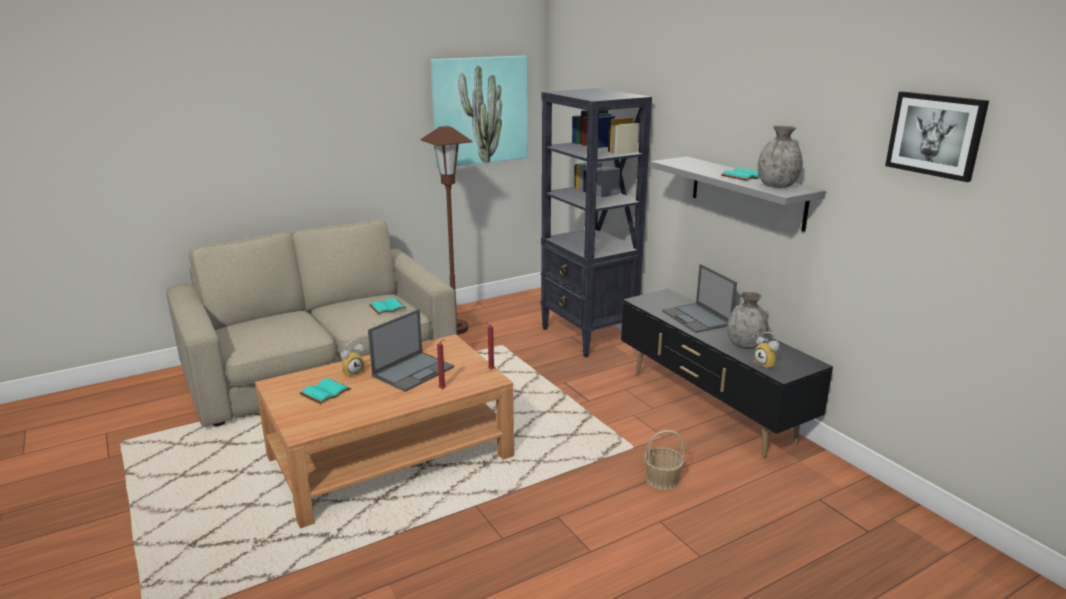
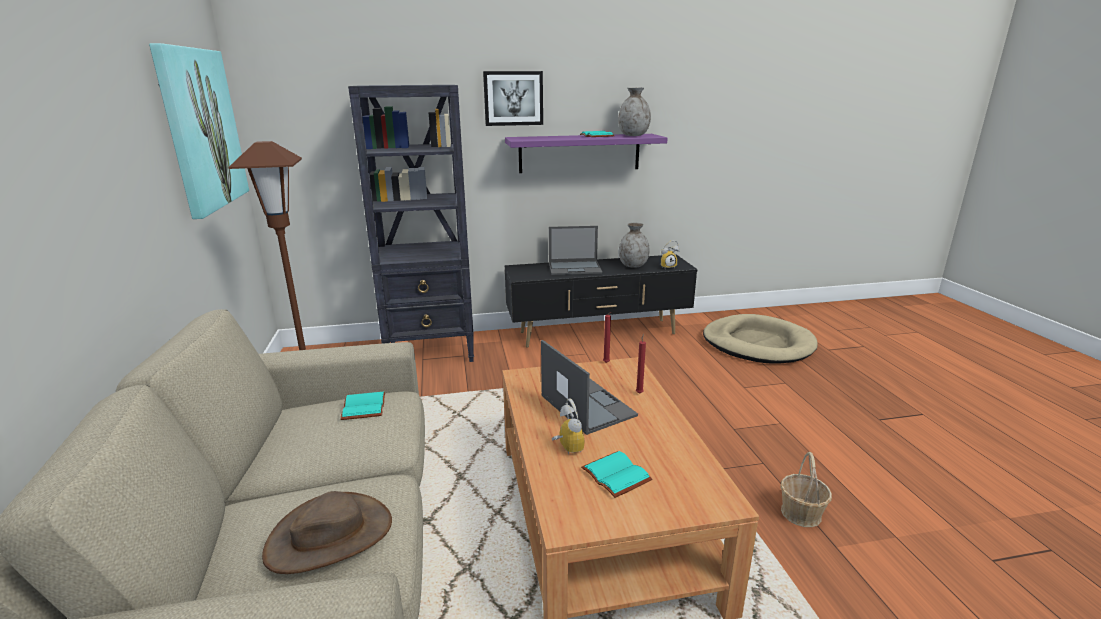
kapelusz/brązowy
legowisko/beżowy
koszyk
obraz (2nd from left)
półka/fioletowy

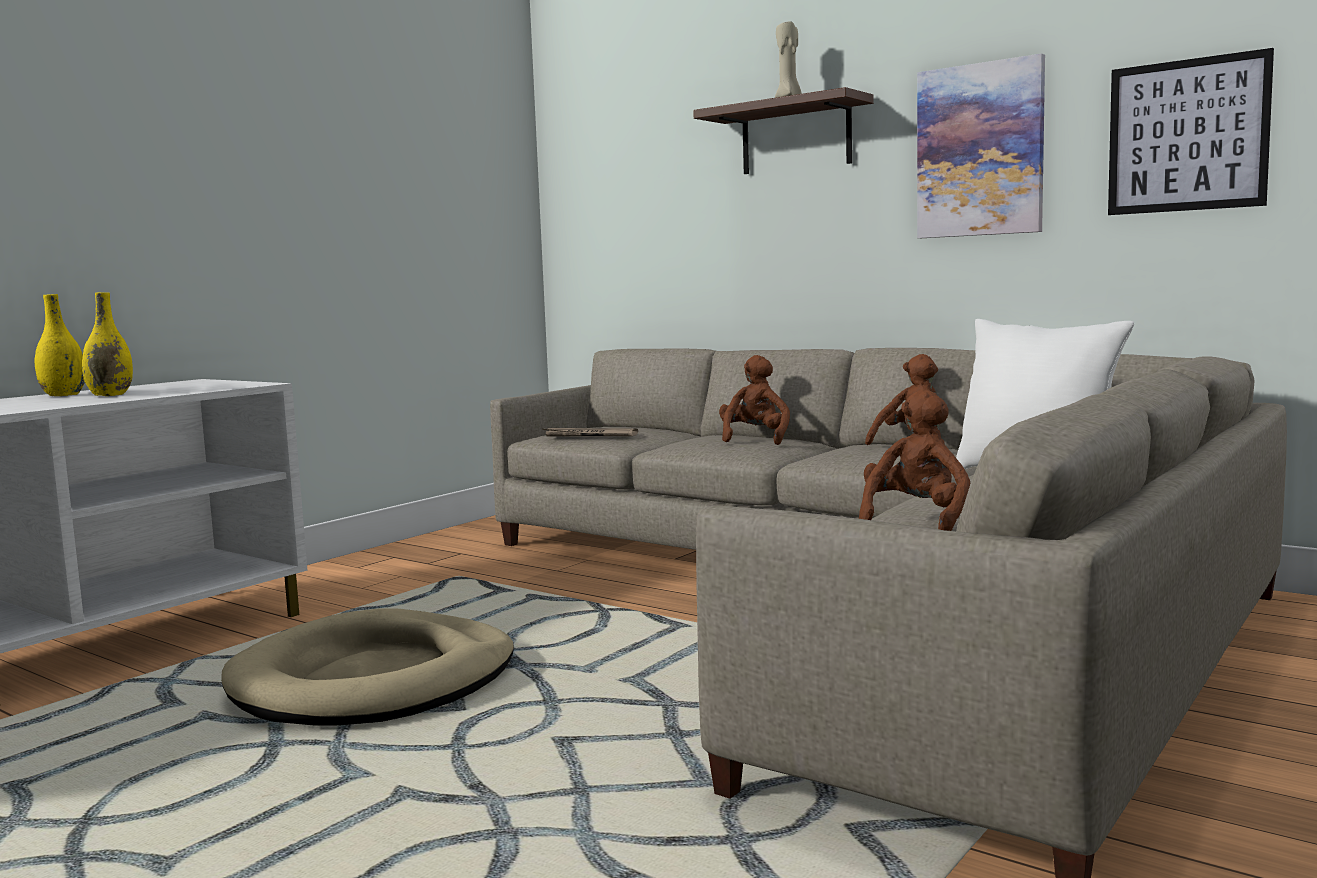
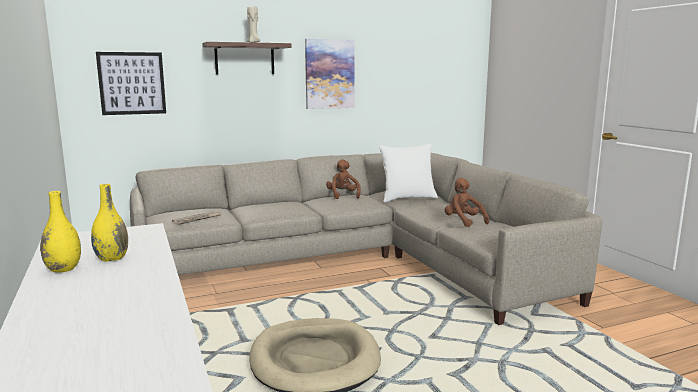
pluszak/brązowy (1st from left in the first image)
obraz (1st from left)

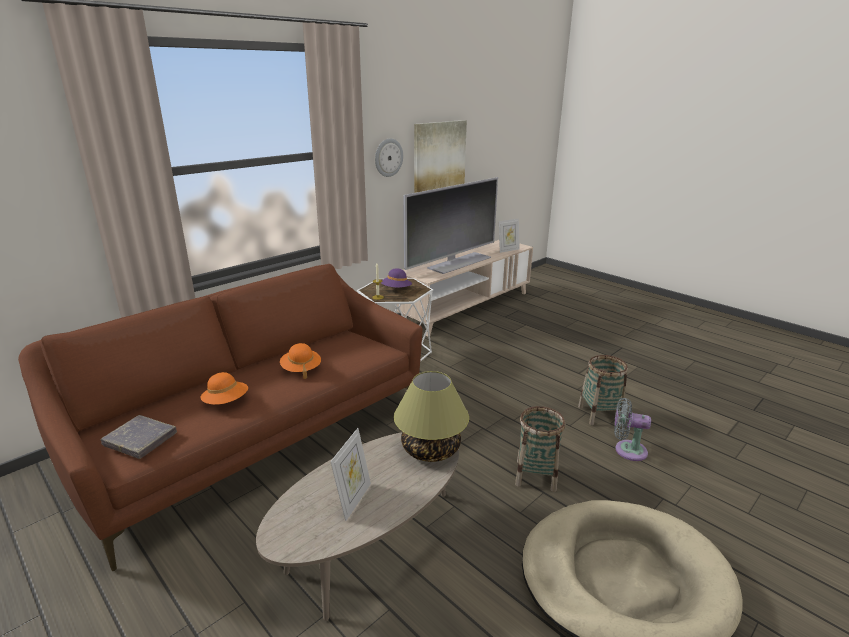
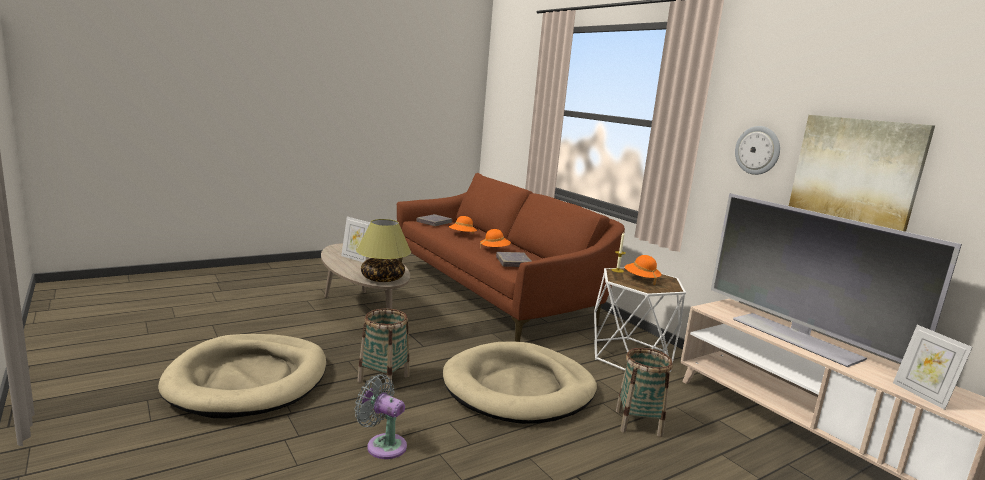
legowisko/beżowy (2nd from left)
książka/szary (2nd from left)
koszyk (2nd from left)
kapelusz/pomarańczowy (3rd from left)
wentylator/szary

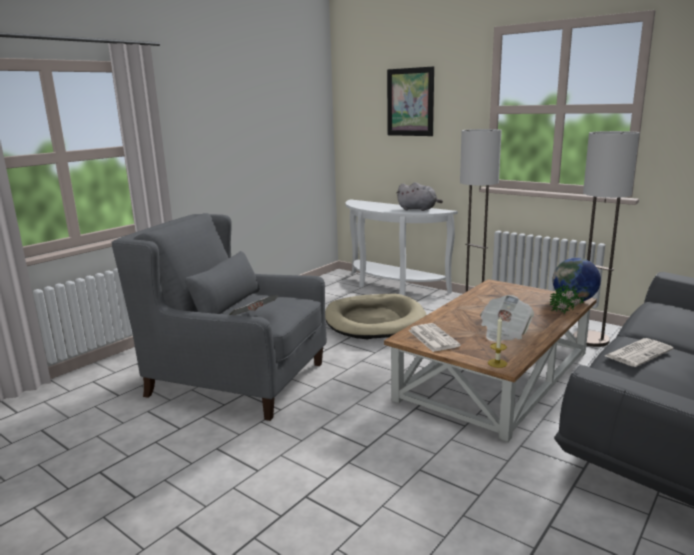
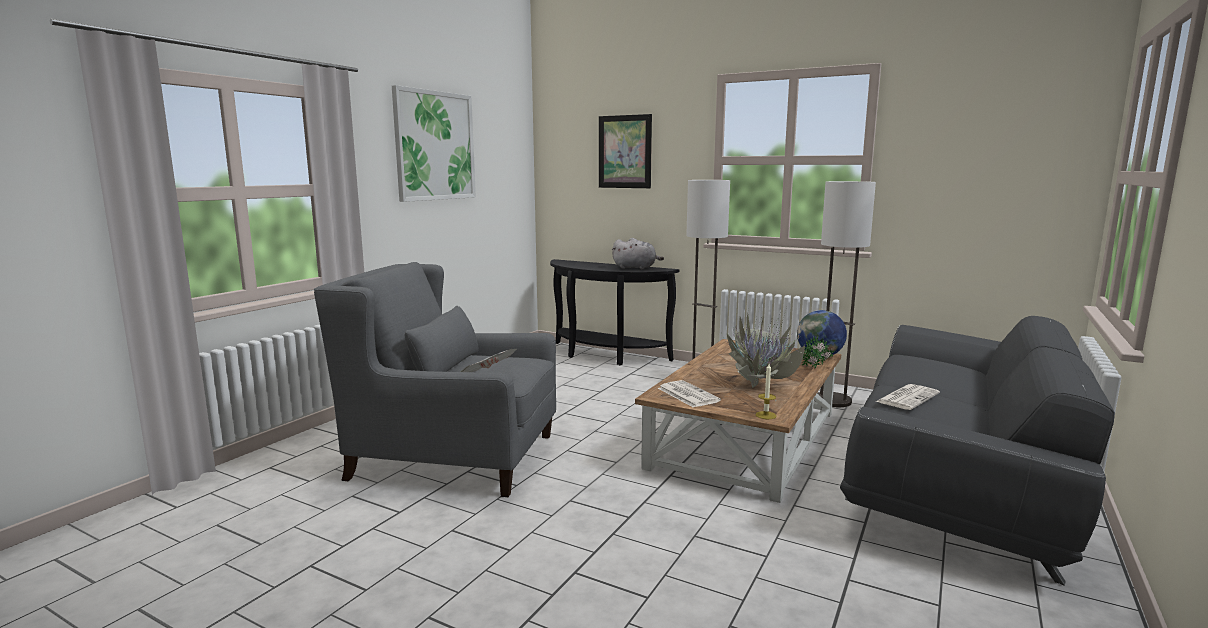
legowisko/beżowy
obraz (1st from left)
roślina doniczkowa (1st from left)
stolik konsolowy/czarny

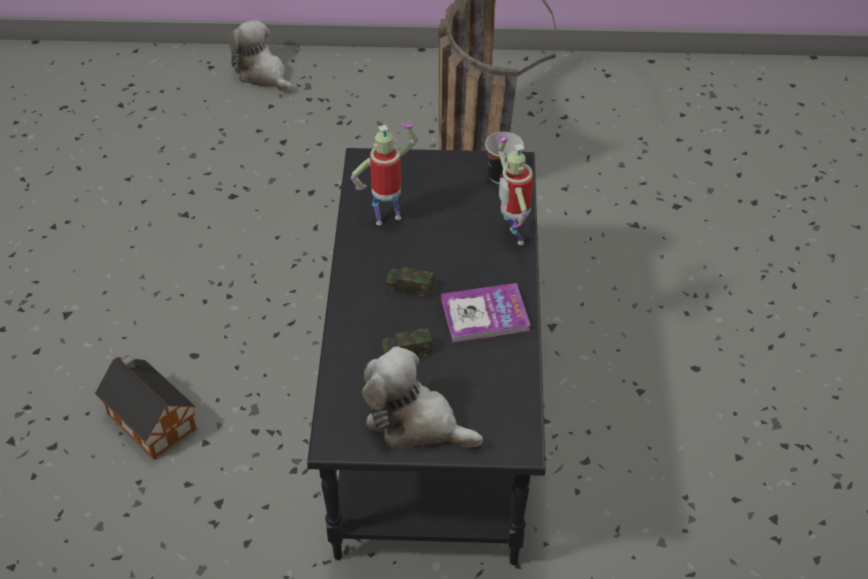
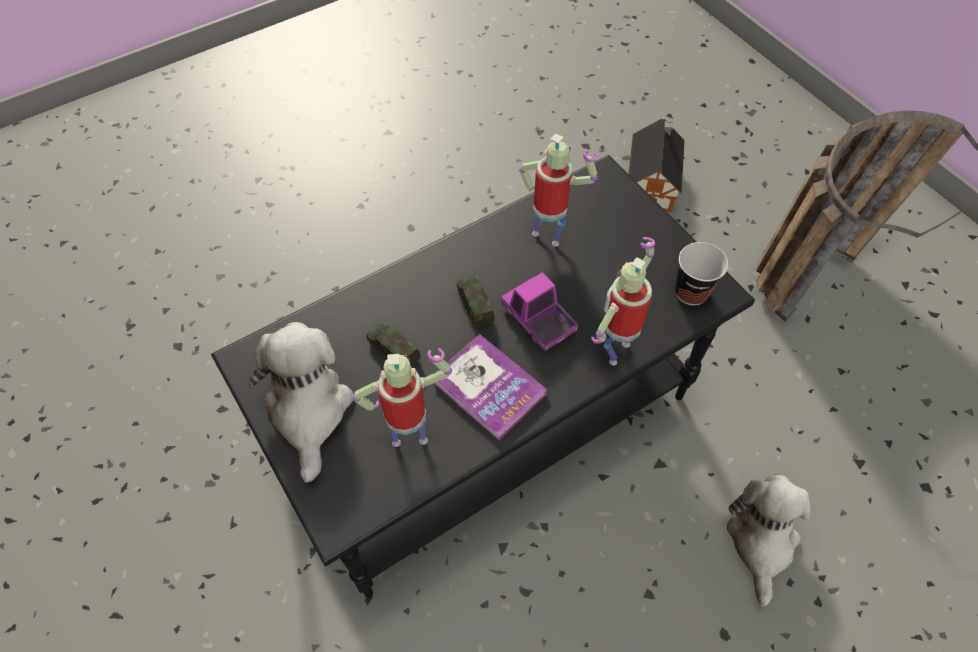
robot zabawkowy (1st from left)
ciężarówka zabawkowa
domek
pluszak (2nd from left)

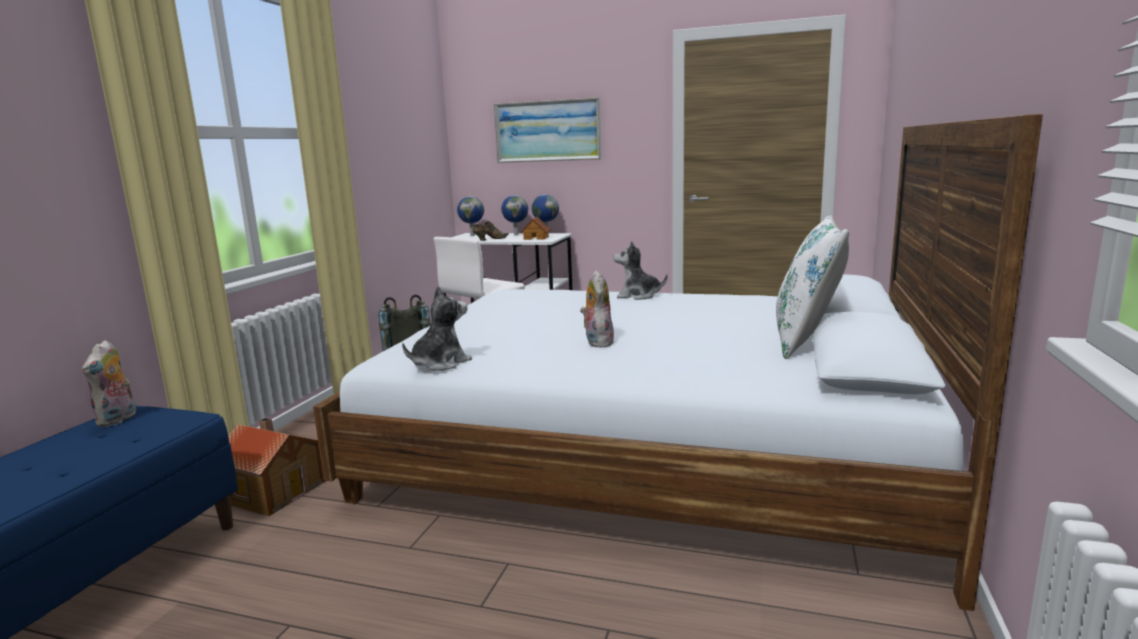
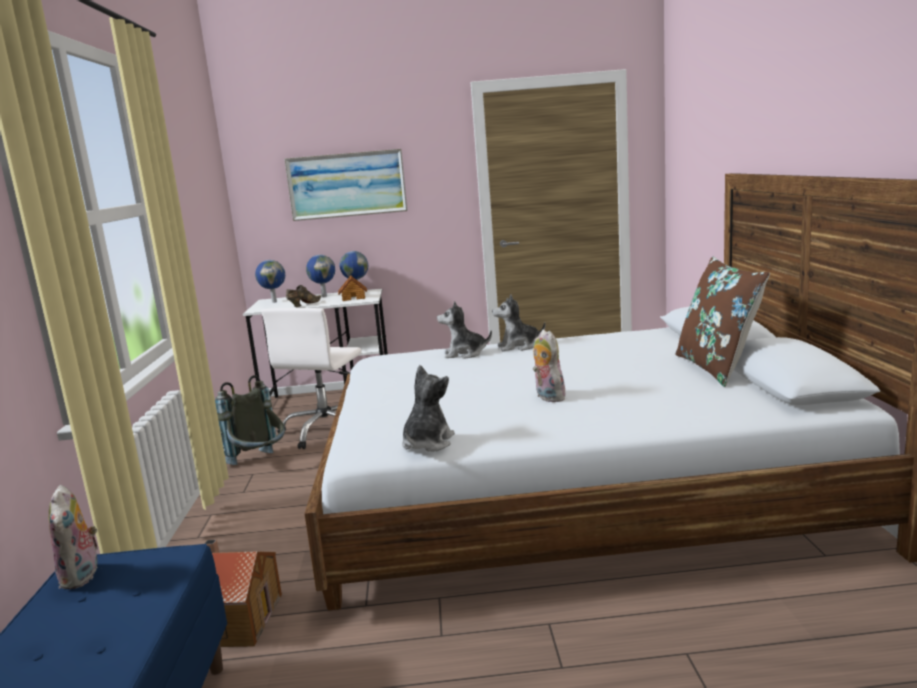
pluszak (3rd from left)
poduszka/brązowy

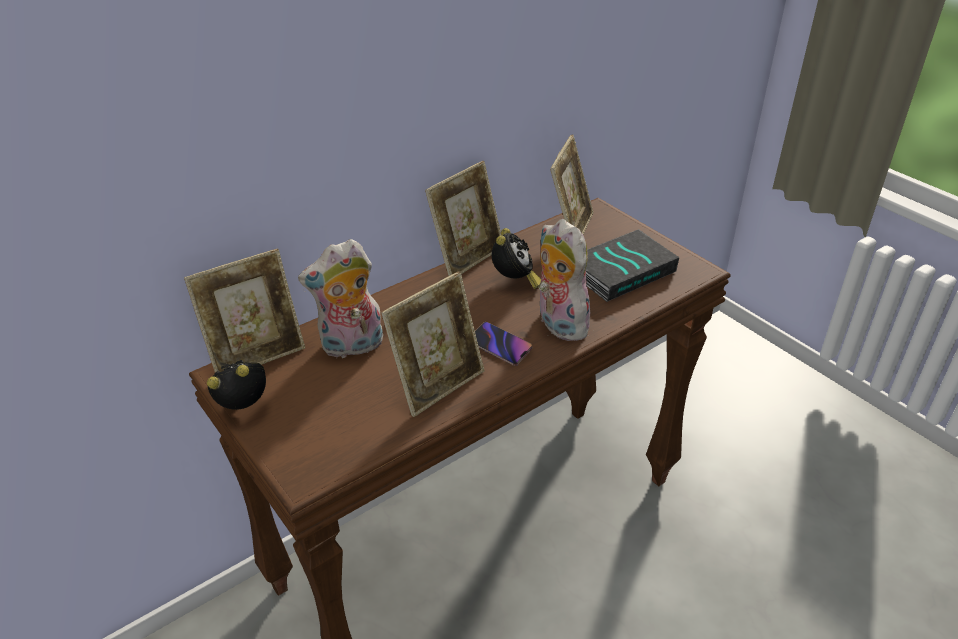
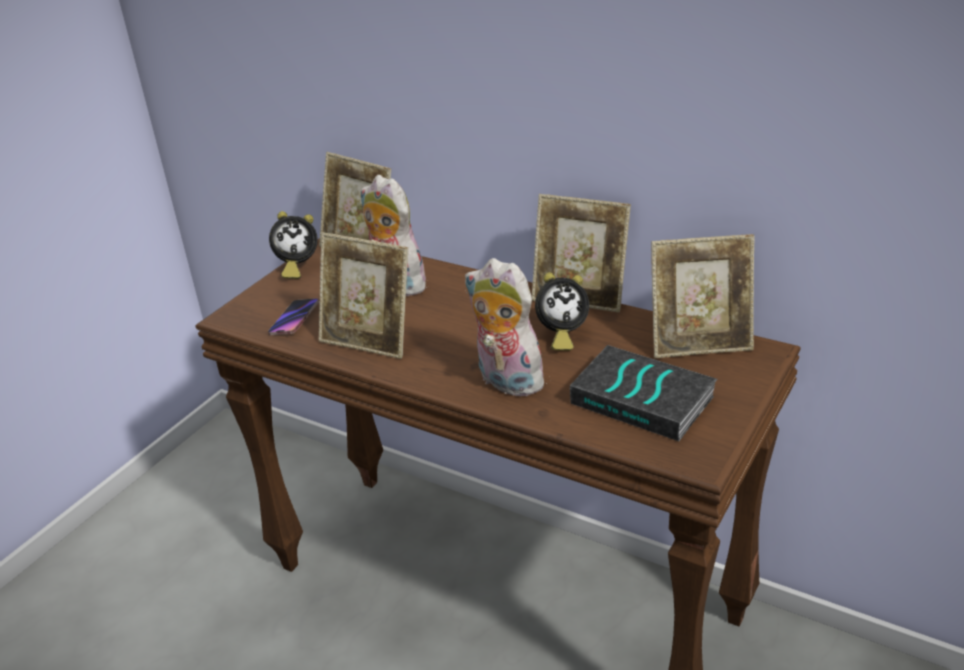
telefon
budzik (1st from left)
pluszak (2nd from left)

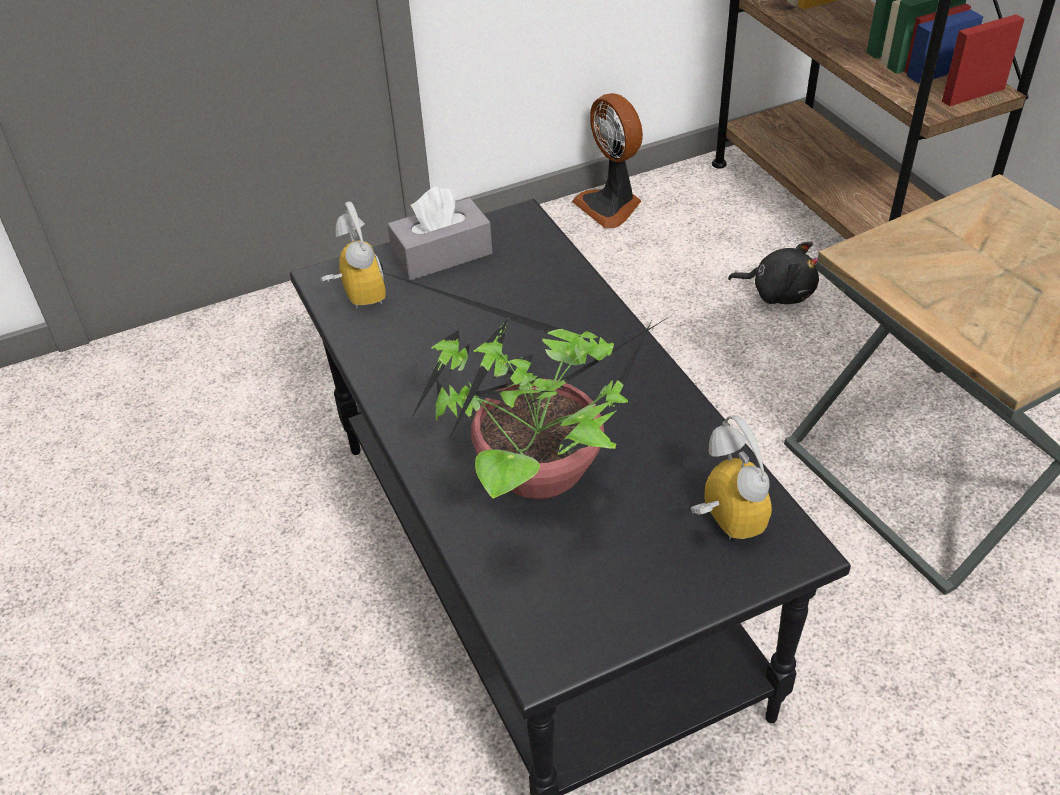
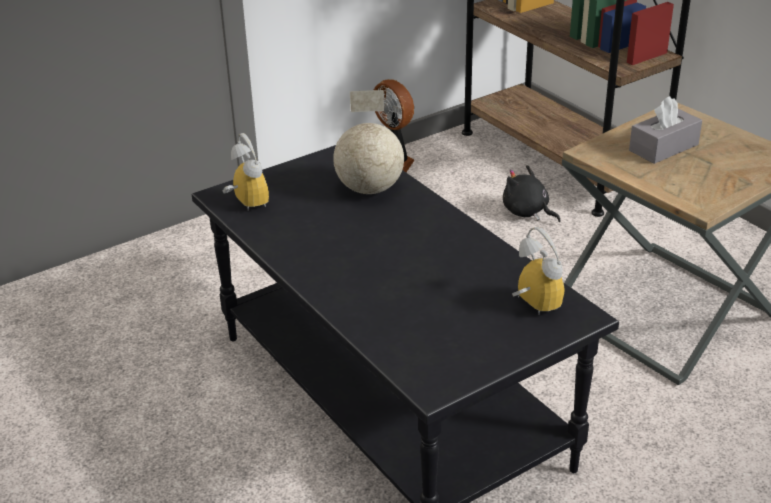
roślina doniczkowa
globus
pudełko chusteczek/szary
pluszak/czarny

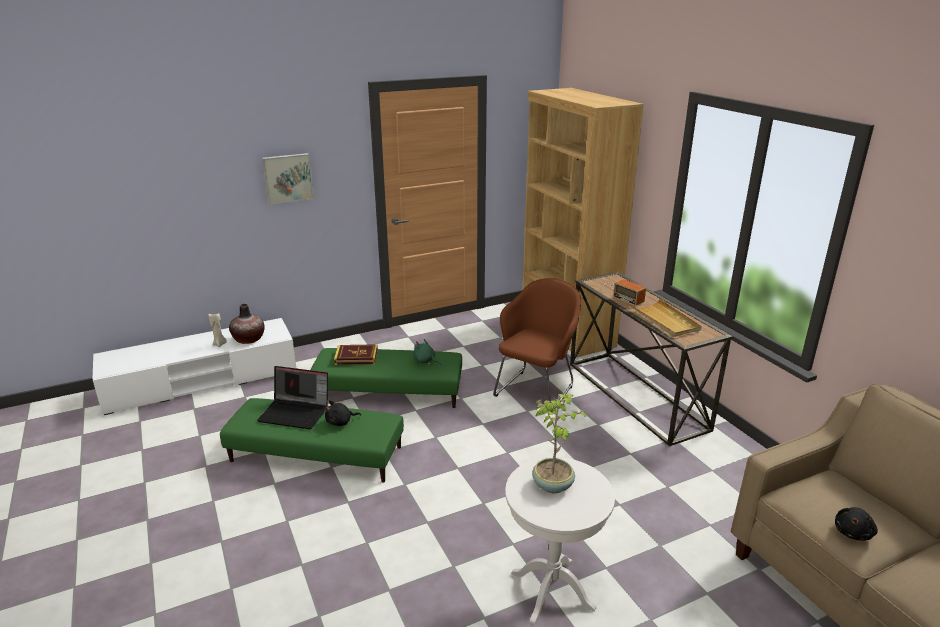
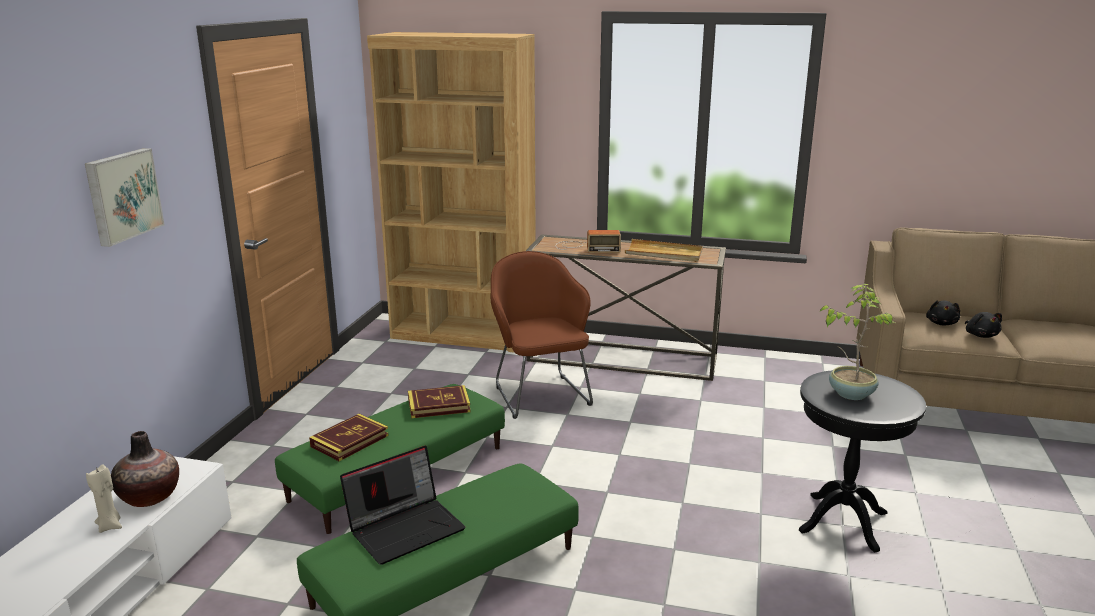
pluszak/czarny (1st from left)
książka (2nd from left)
stolik/czarny

